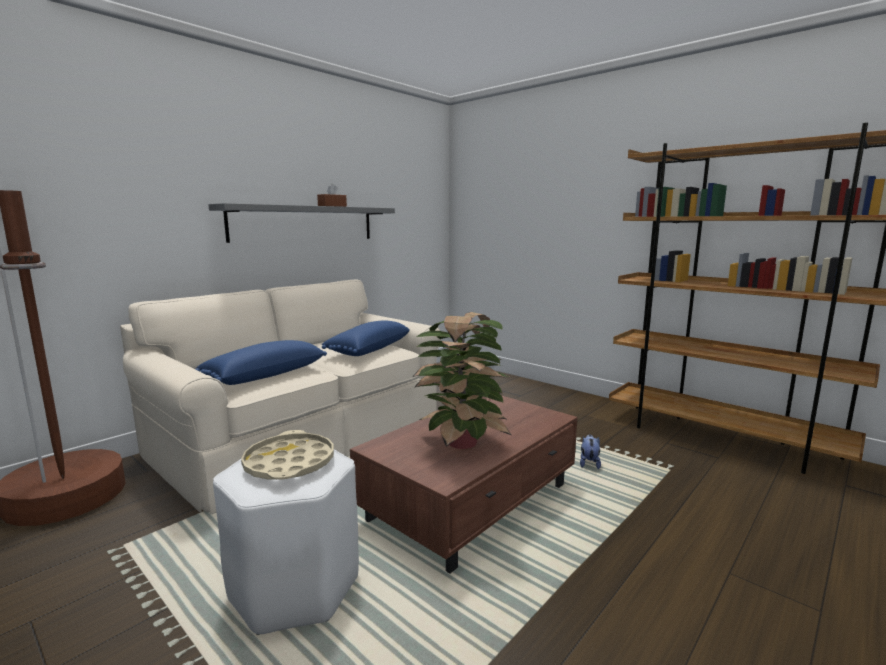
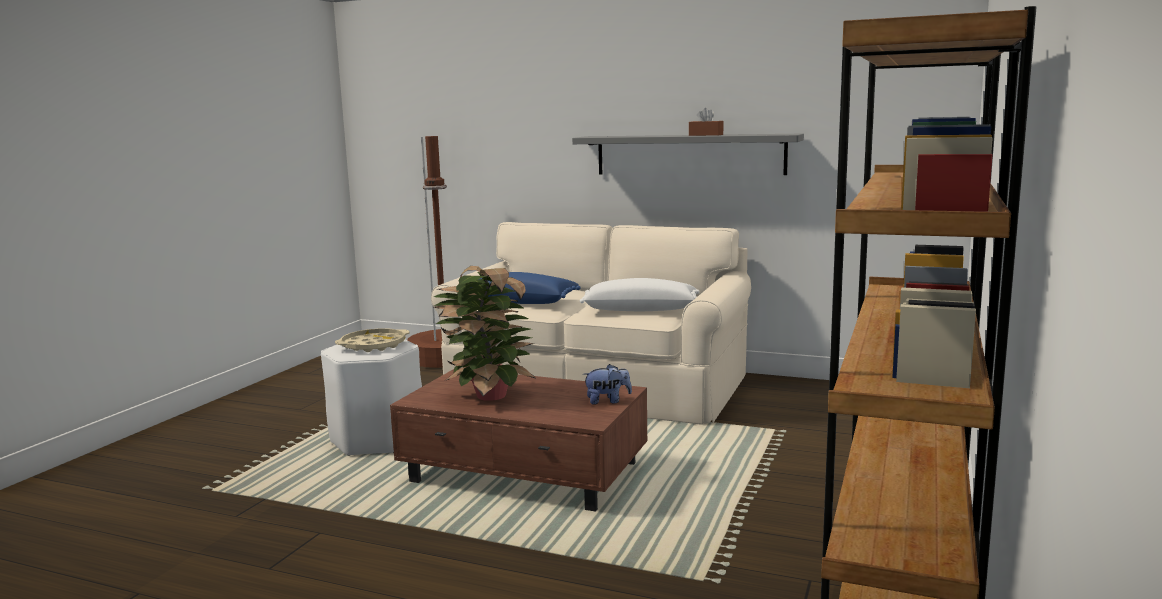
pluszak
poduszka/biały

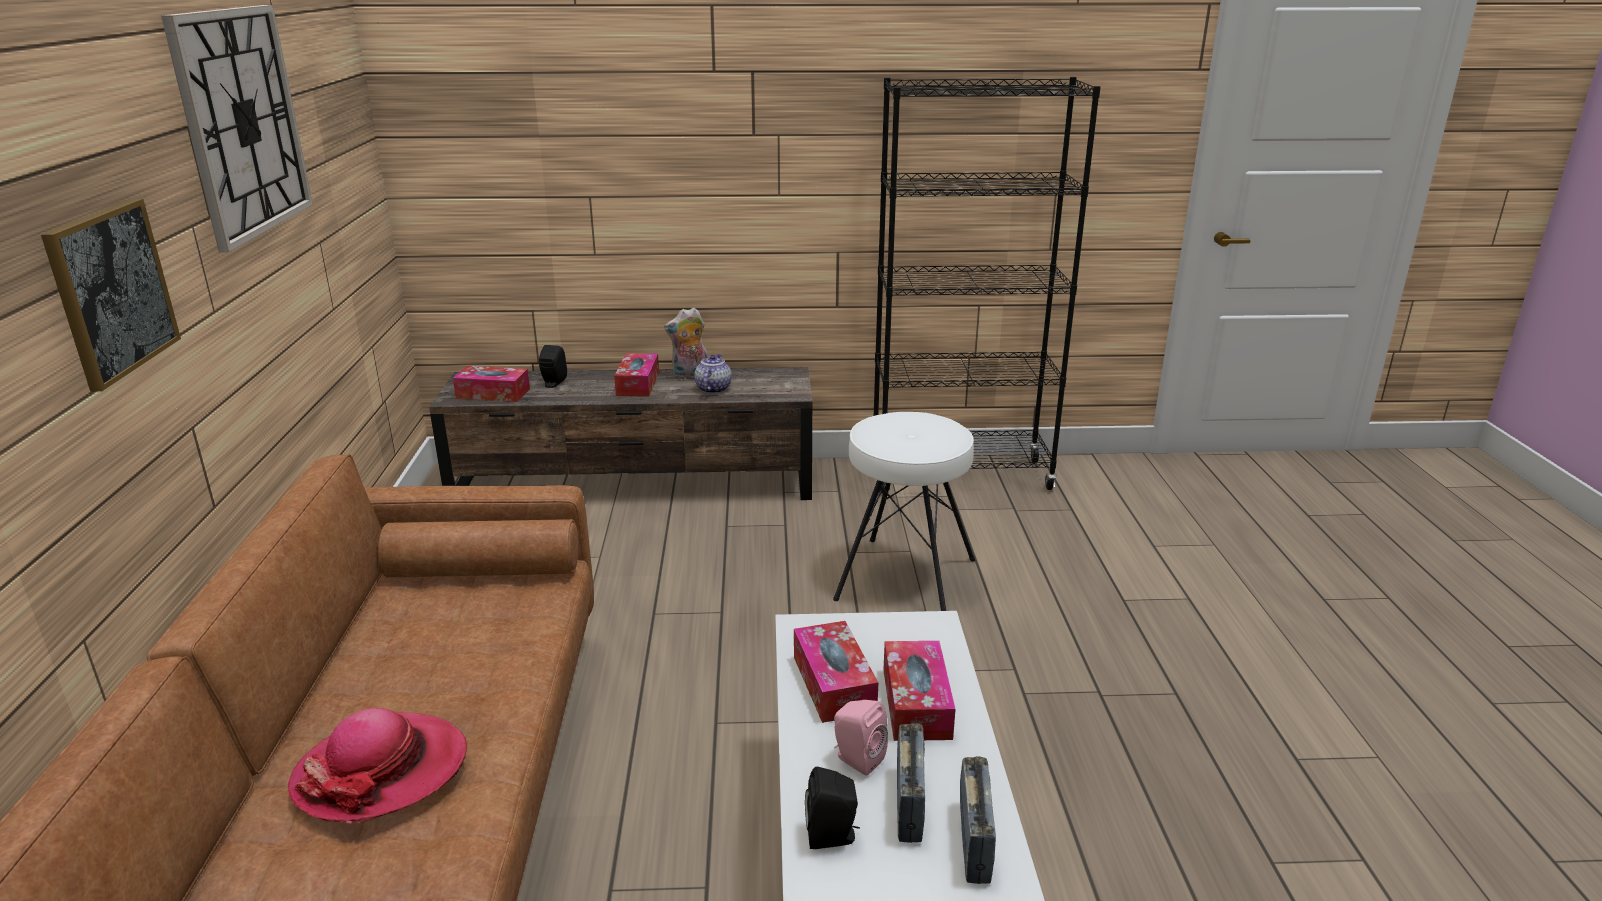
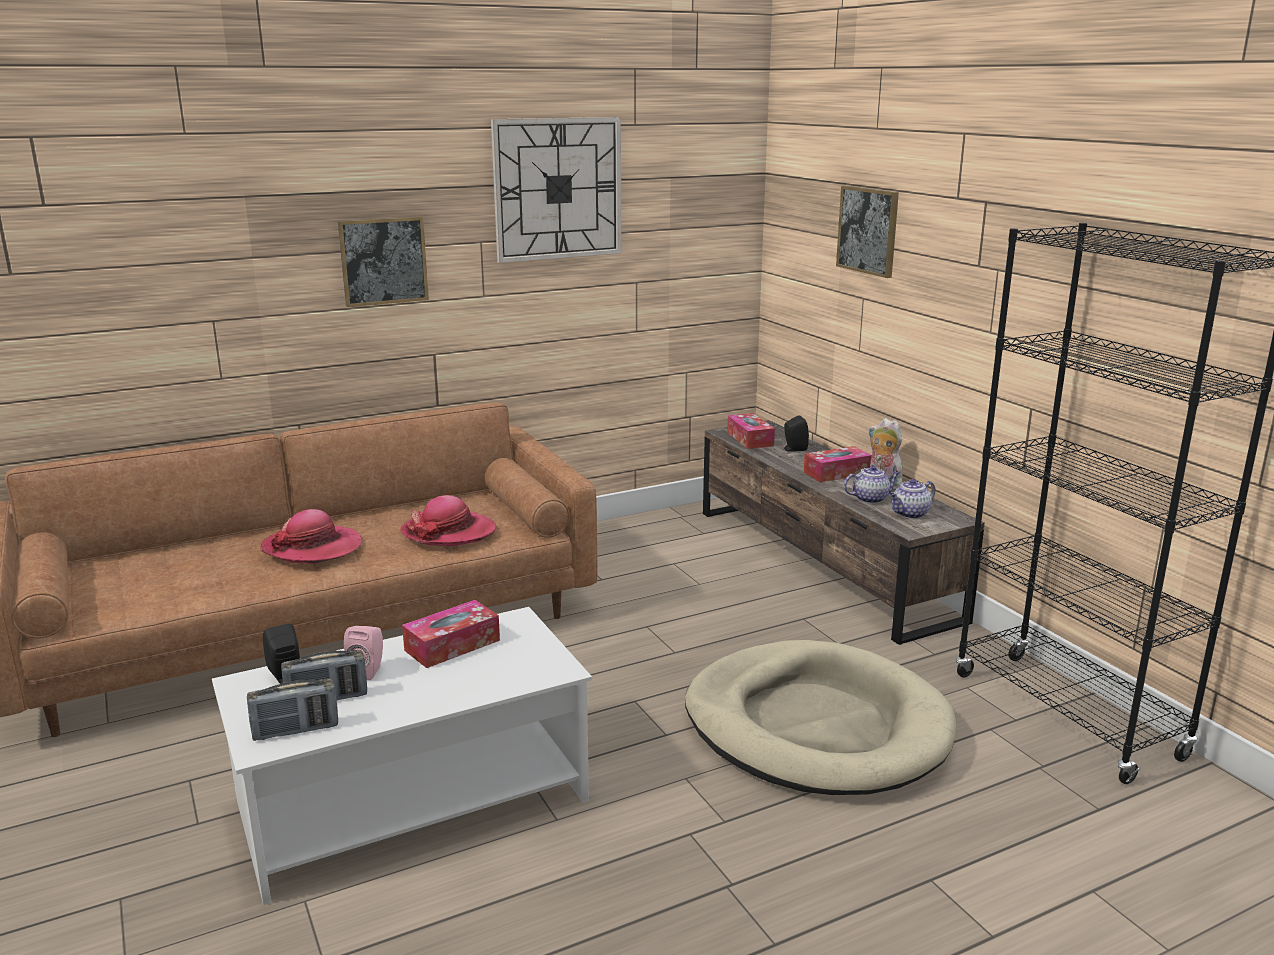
pudełko chusteczek (4th from left in the first image)
kapelusz (2nd from left)
obraz (2nd from left)
imbryk (2nd from left)
legowisko/beżowy

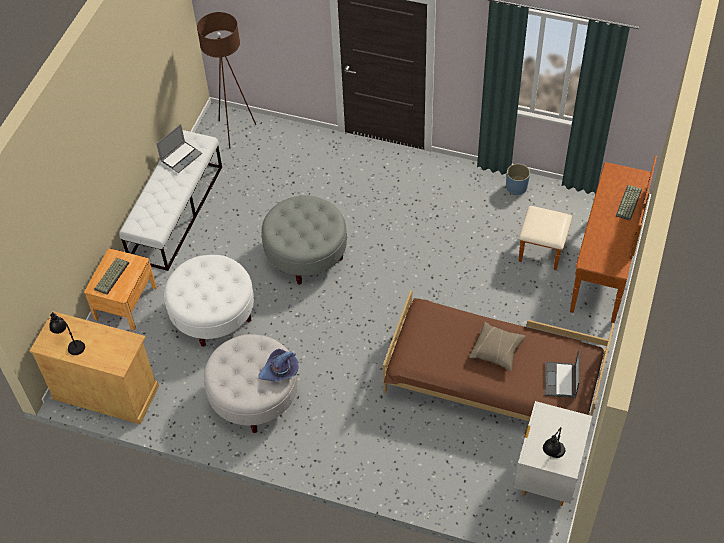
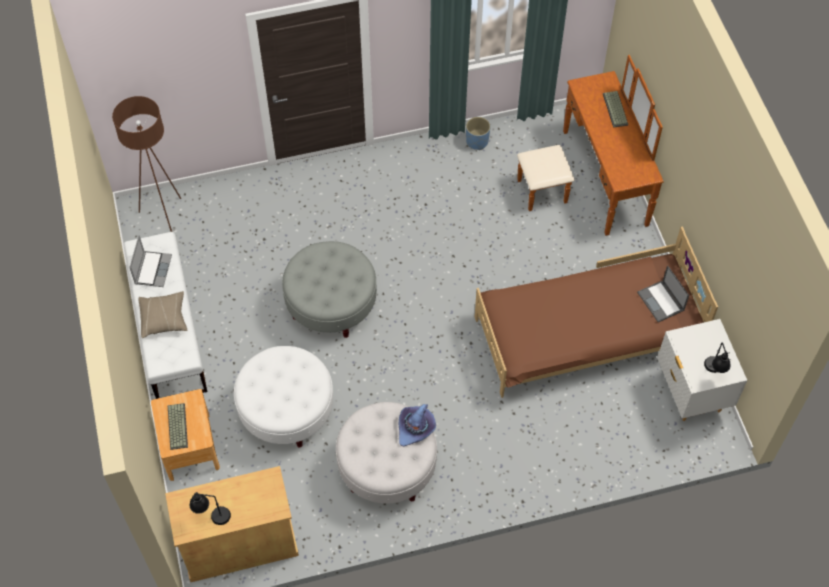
poduszka/beżowy

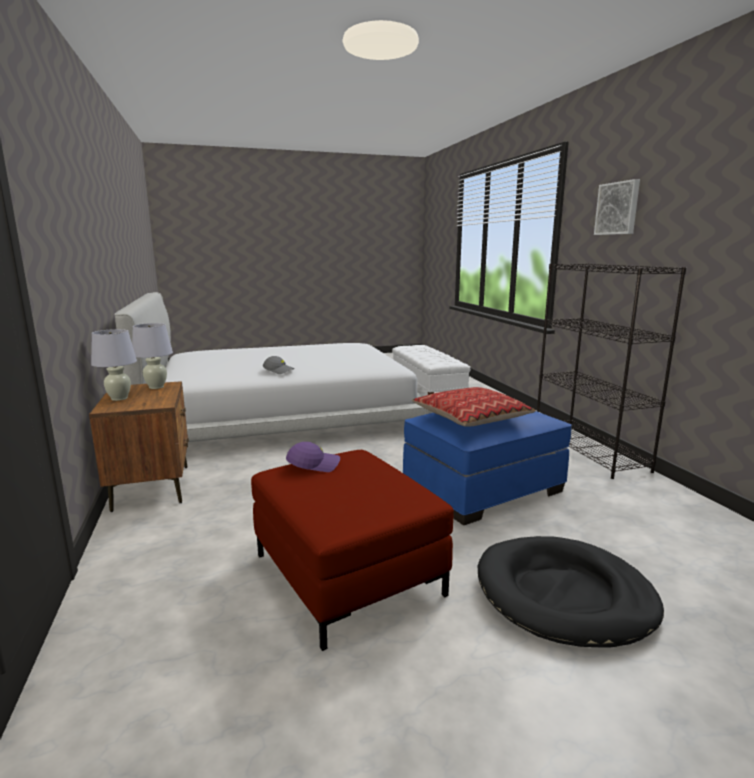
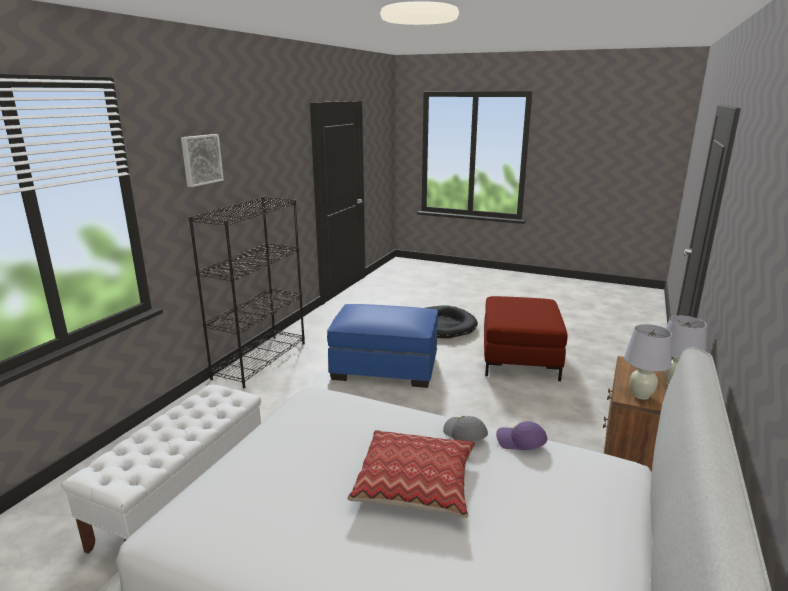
czapka z daszkiem/fioletowy
poduszka

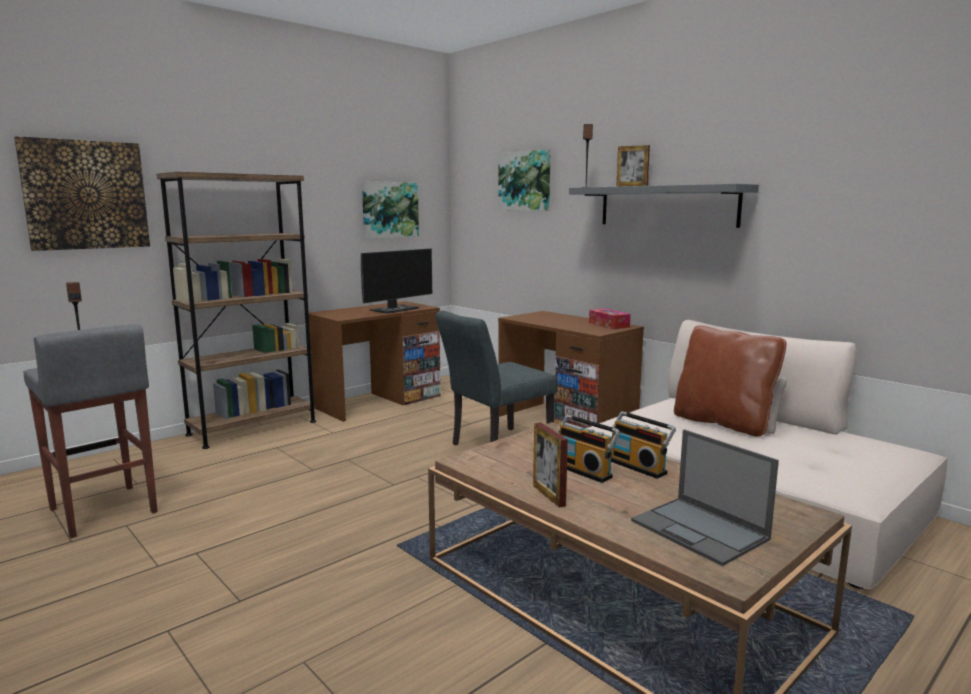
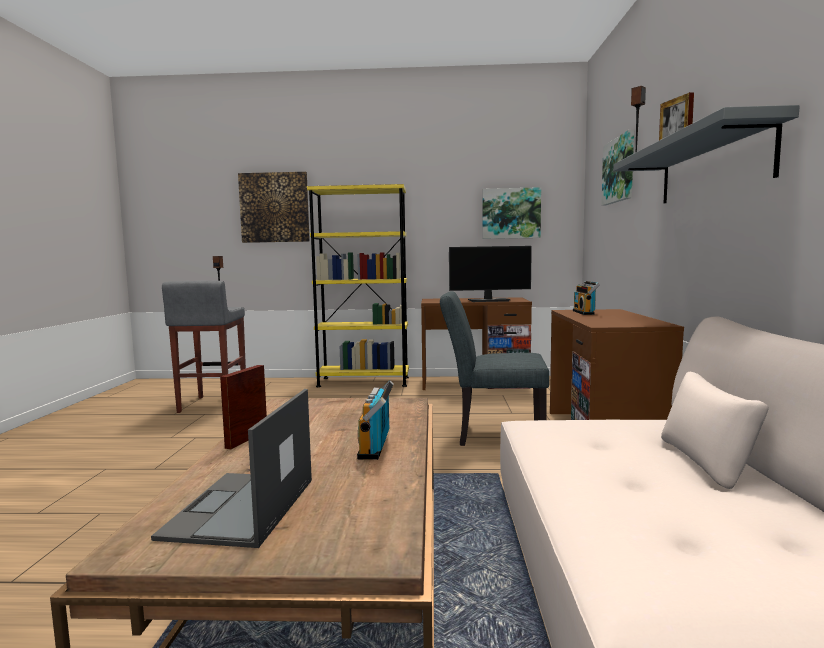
pudełko chusteczek
poduszka/brązowy
radio (2nd from left)
regał/żółty

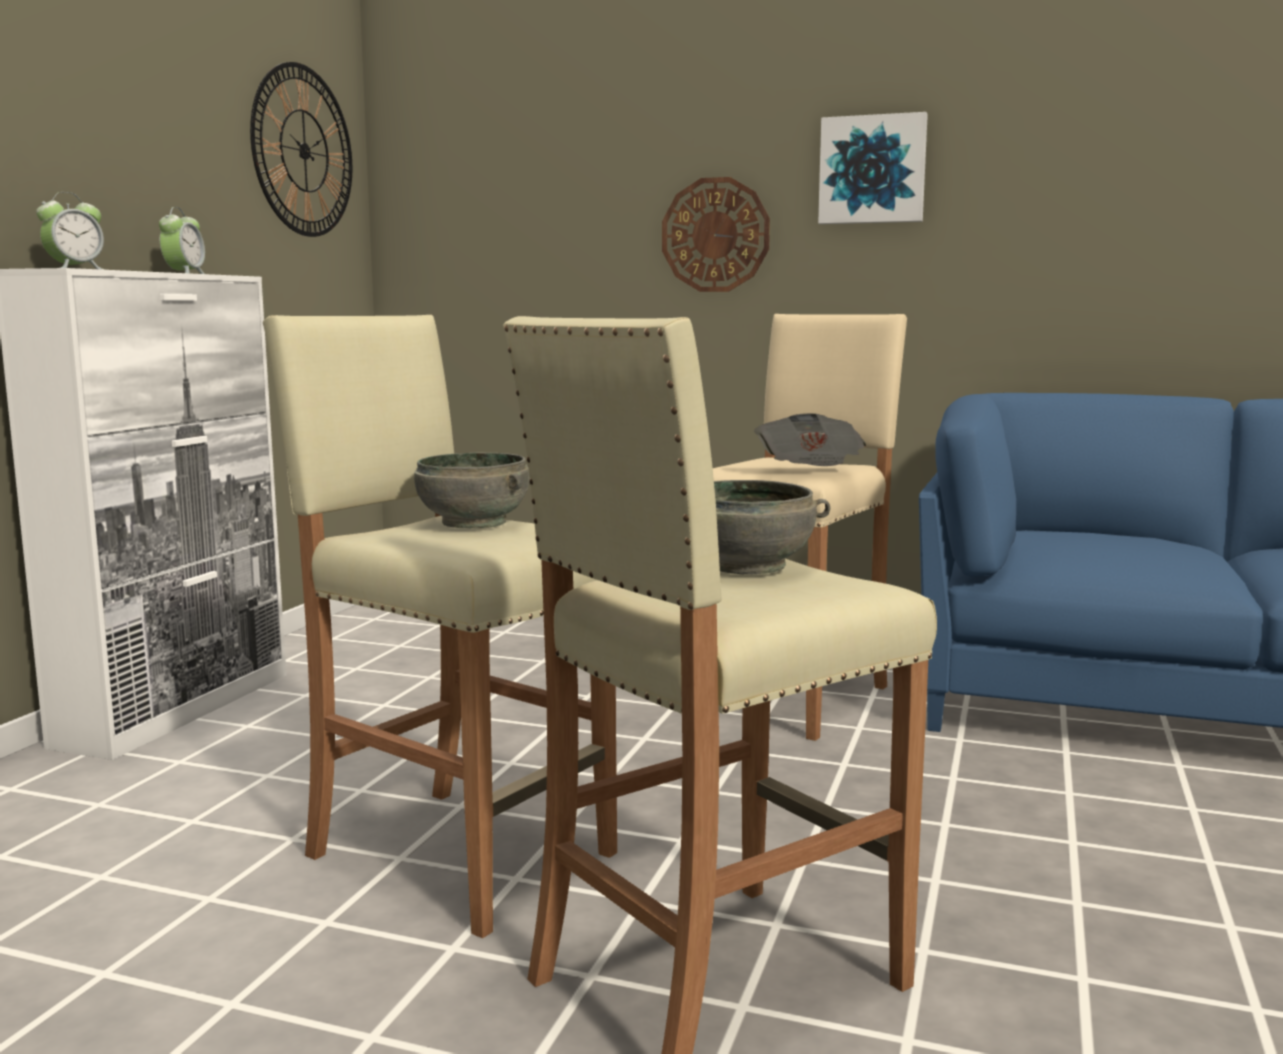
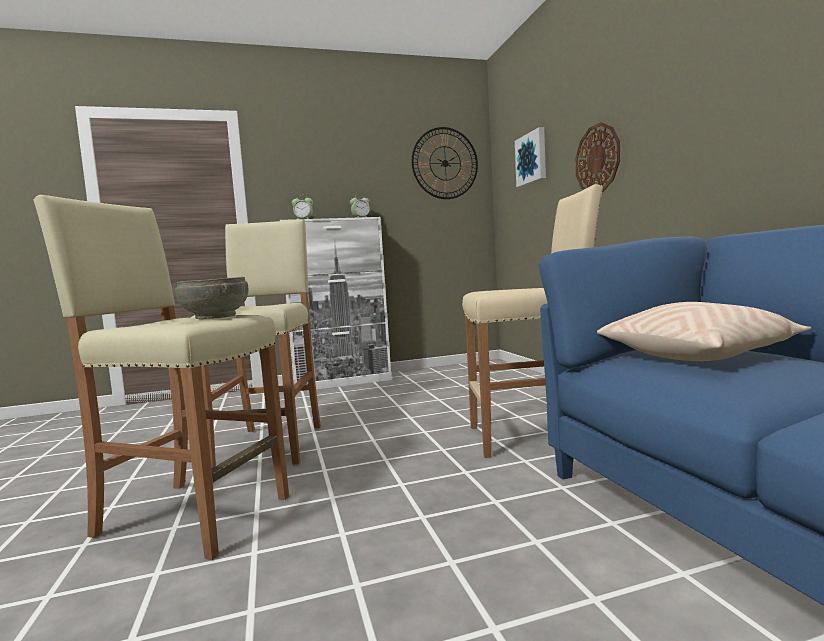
miska/szary (1st from left in the first image)
gazeta
poduszka/beżowy
obraz

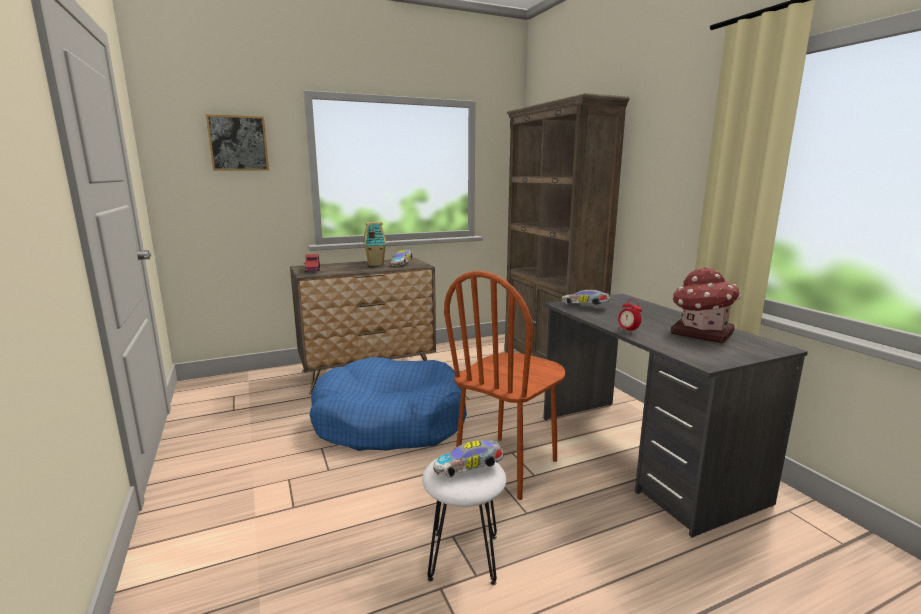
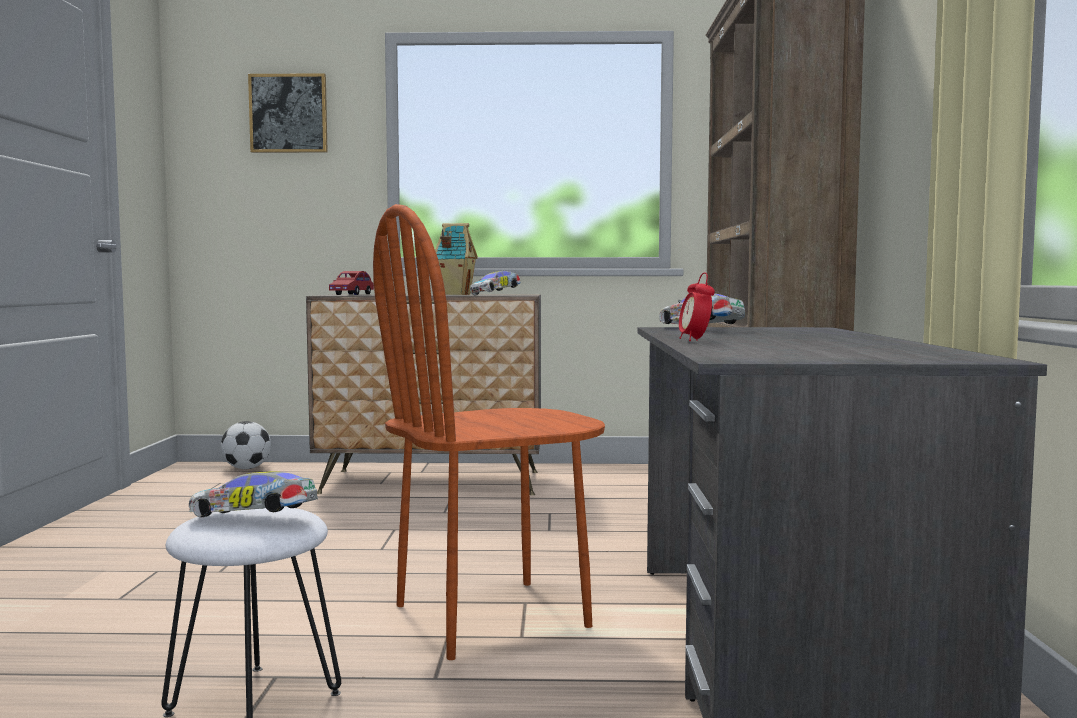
legowisko/niebieski
domek (2nd from left in the first image)
piłka futbolowa

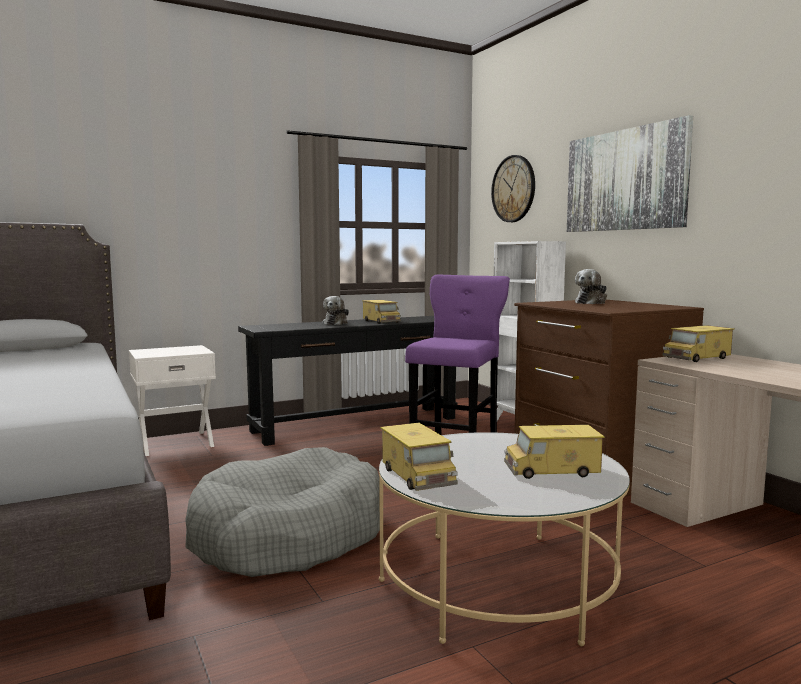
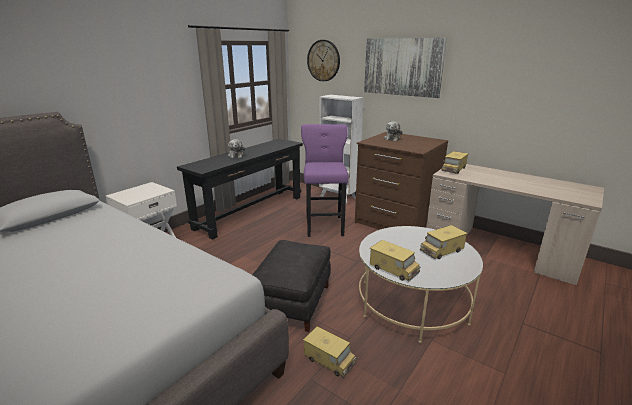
ciężarówka zabawkowa (1st from left)
pufa/czarny

